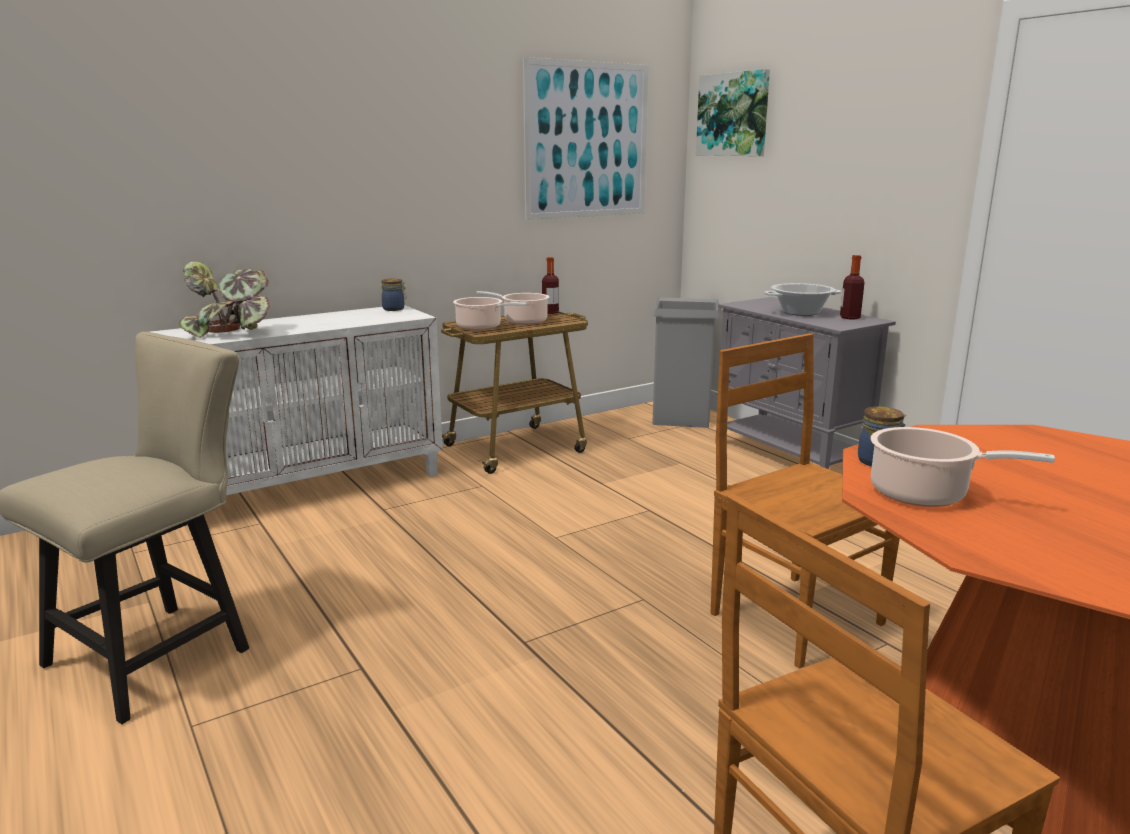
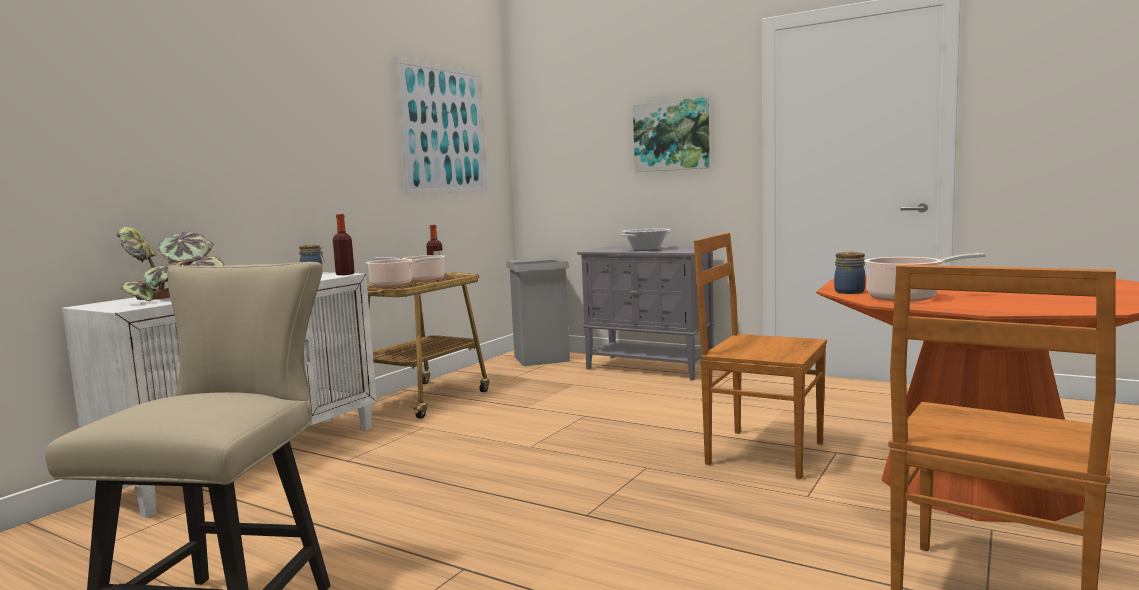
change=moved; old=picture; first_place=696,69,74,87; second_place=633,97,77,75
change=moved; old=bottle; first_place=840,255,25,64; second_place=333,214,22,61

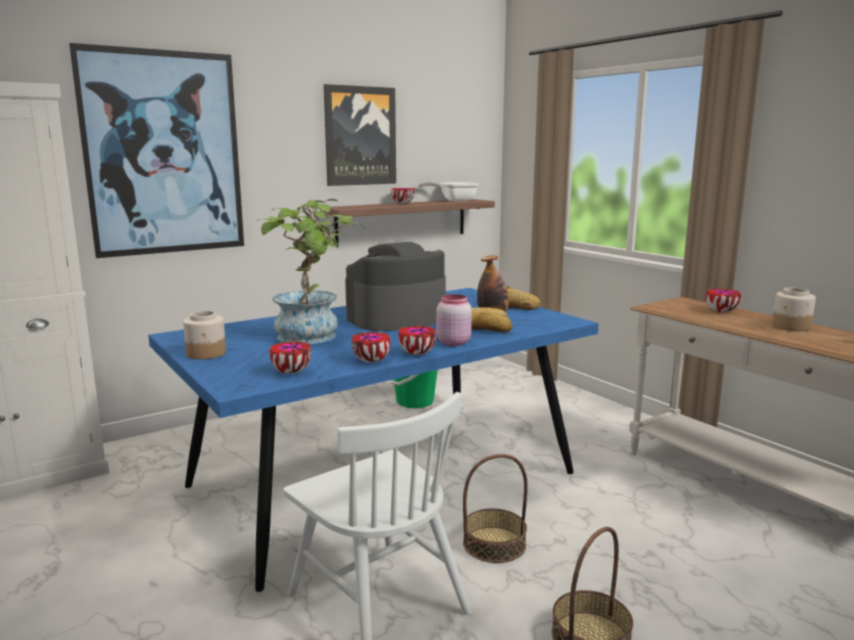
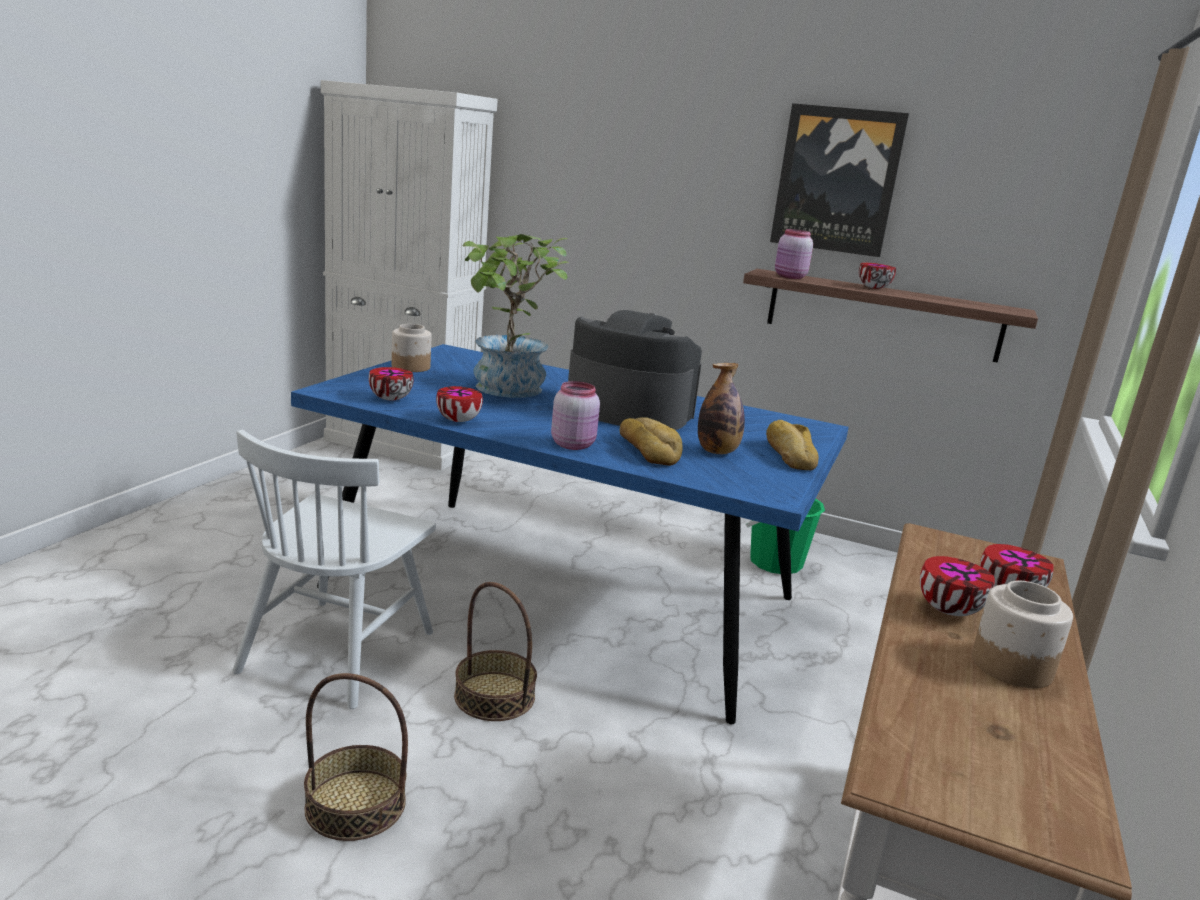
change=removed; old=picture; first_place=69,43,175,215
change=removed; old=frying pan; first_place=418,182,61,20
change=moved; old=bowl; first_place=398,326,38,29; second_place=920,556,75,60
change=added; new=jar (pink); second_place=775,229,38,50

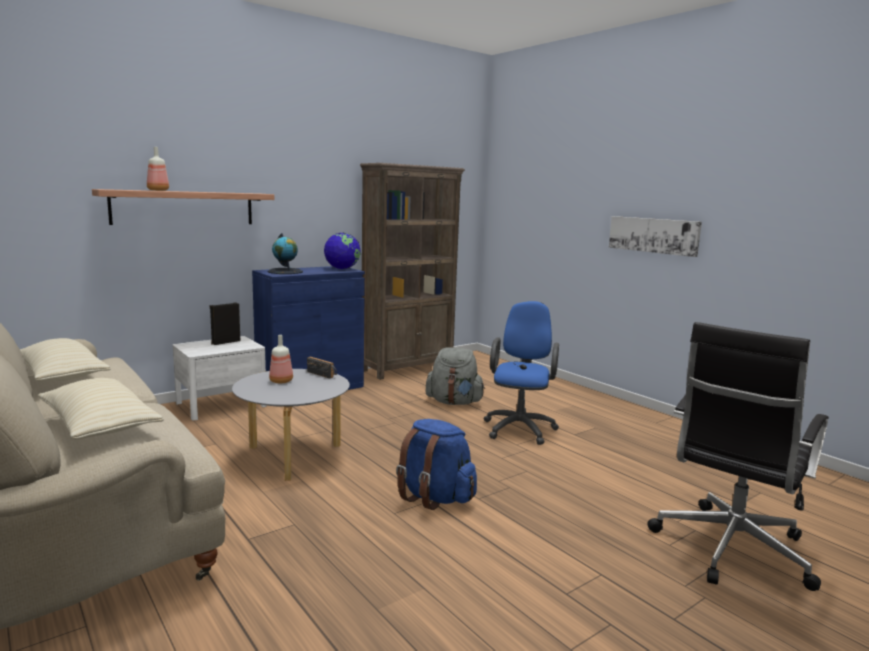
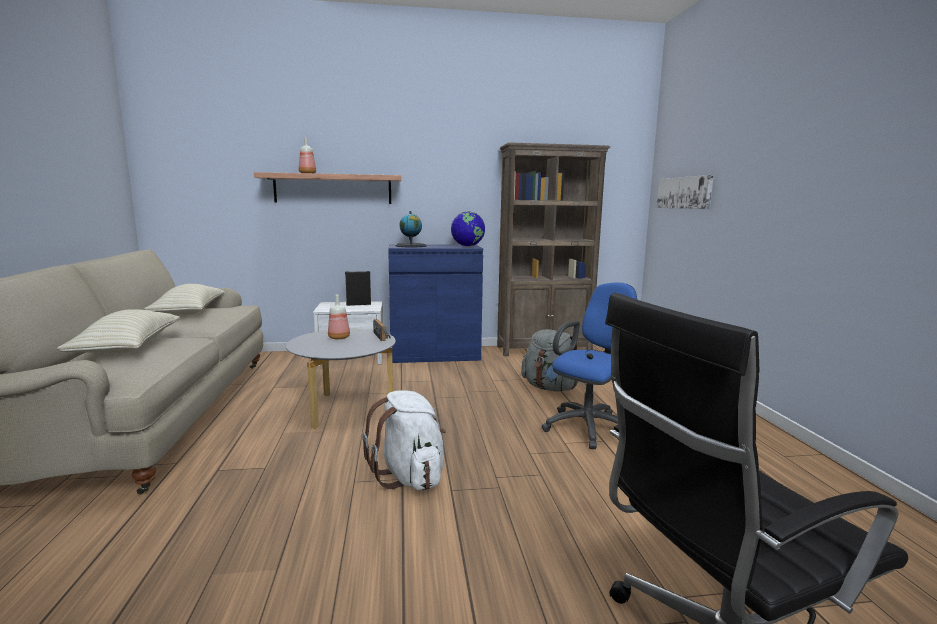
change=moved; old=picture; first_place=609,216,93,41; second_place=657,175,57,34
change=recoloured; old=backpack (blue); new=backpack (white); first_place=396,419,81,91; second_place=363,390,83,100

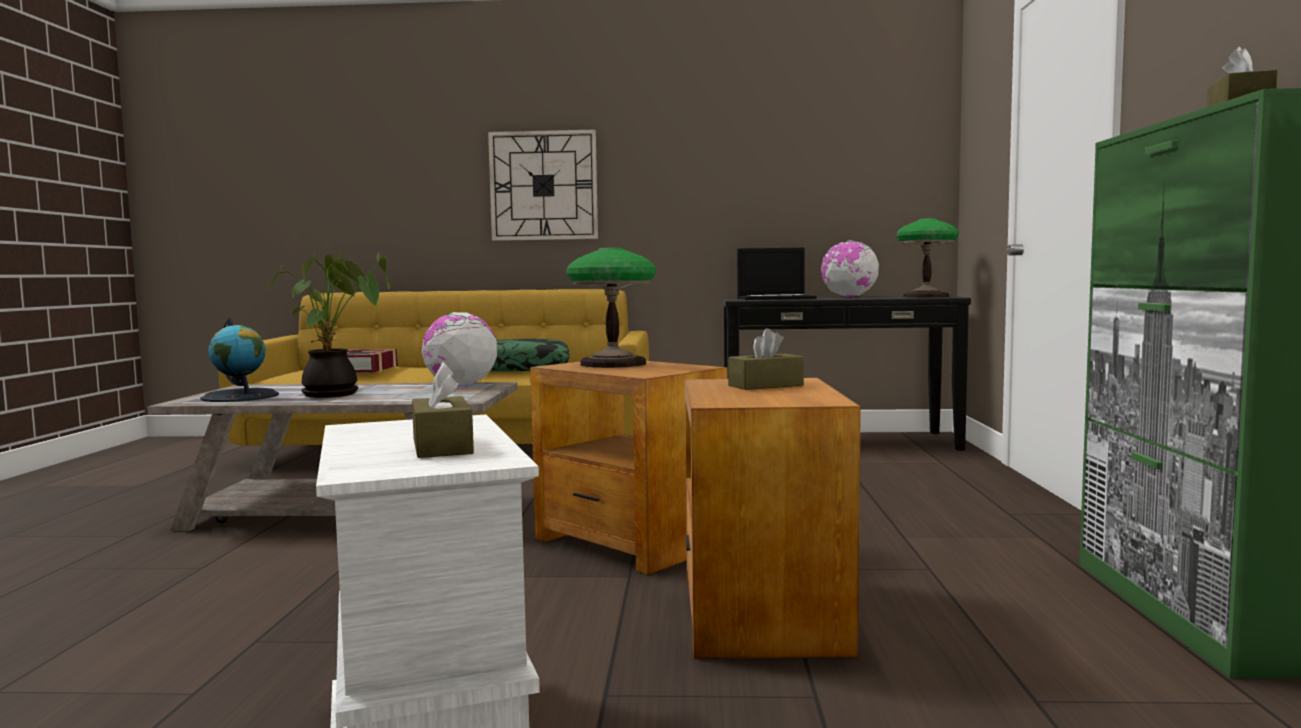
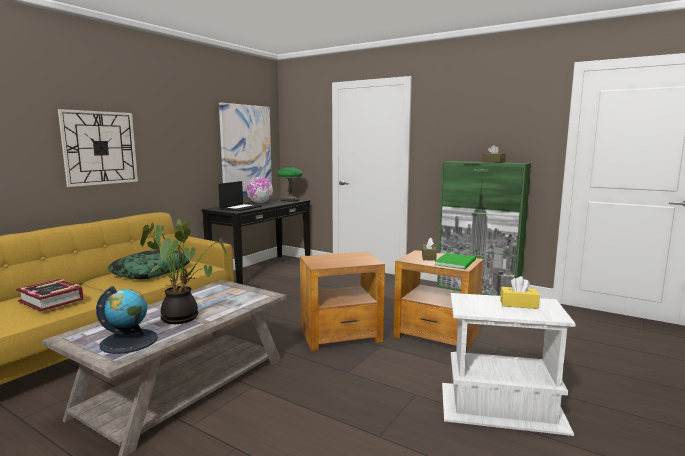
change=removed; old=table lamp; first_place=566,248,90,120
change=removed; old=globe; first_place=422,312,75,74
change=recoloured; old=tissue box (brown); new=tissue box (yellow); first_place=412,362,62,96; second_place=500,276,40,33
change=added; new=picture; second_place=219,103,53,92
change=added; new=book (green); second_place=435,253,41,16

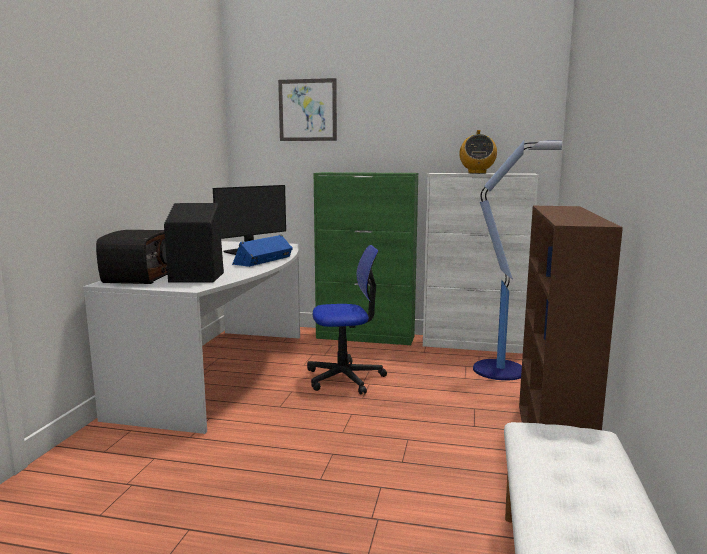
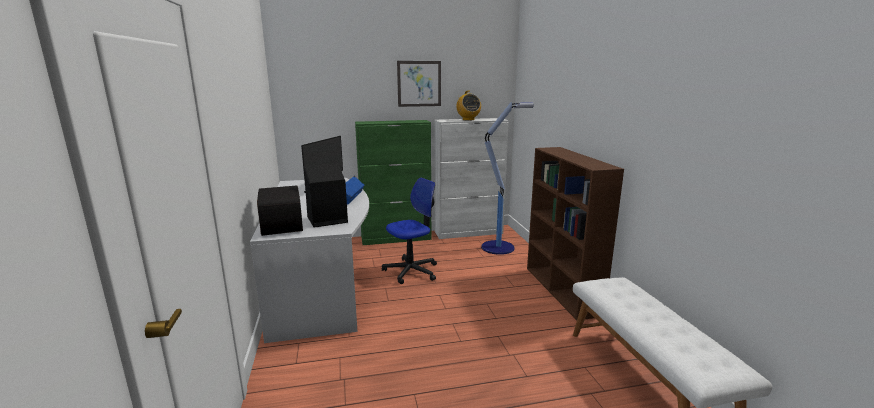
change=moved; old=picture; first_place=278,78,59,63; second_place=397,61,44,46

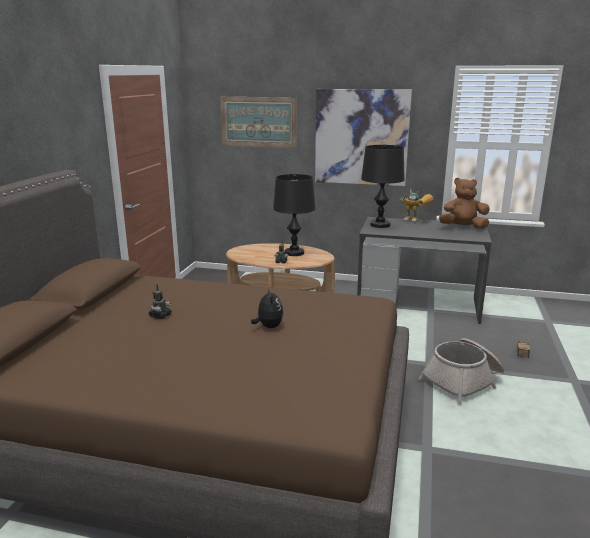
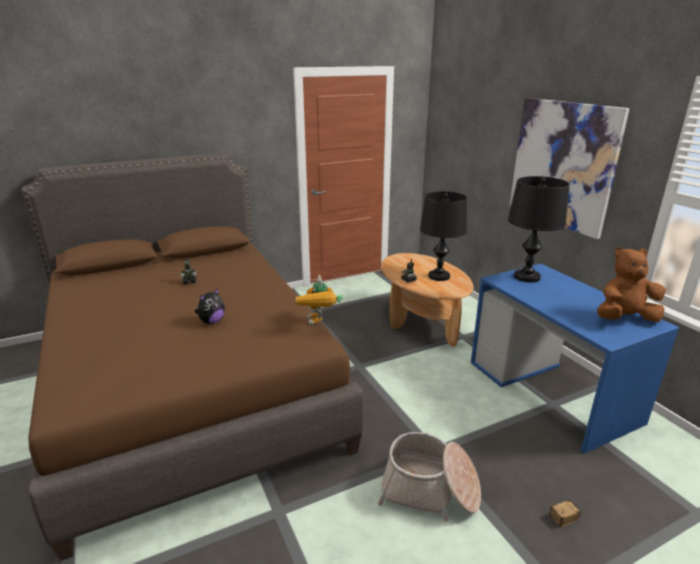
change=removed; old=picture; first_place=220,97,77,51
change=turned; old=plush toy (brown); first_place=439,178,51,51; second_place=597,247,69,75; degrees=-60
change=moved; old=toy robot; first_place=400,189,33,34; second_place=296,275,47,51
change=recoloured; old=desk (grey); new=desk (blue); first_place=357,217,135,107; second_place=471,264,208,190

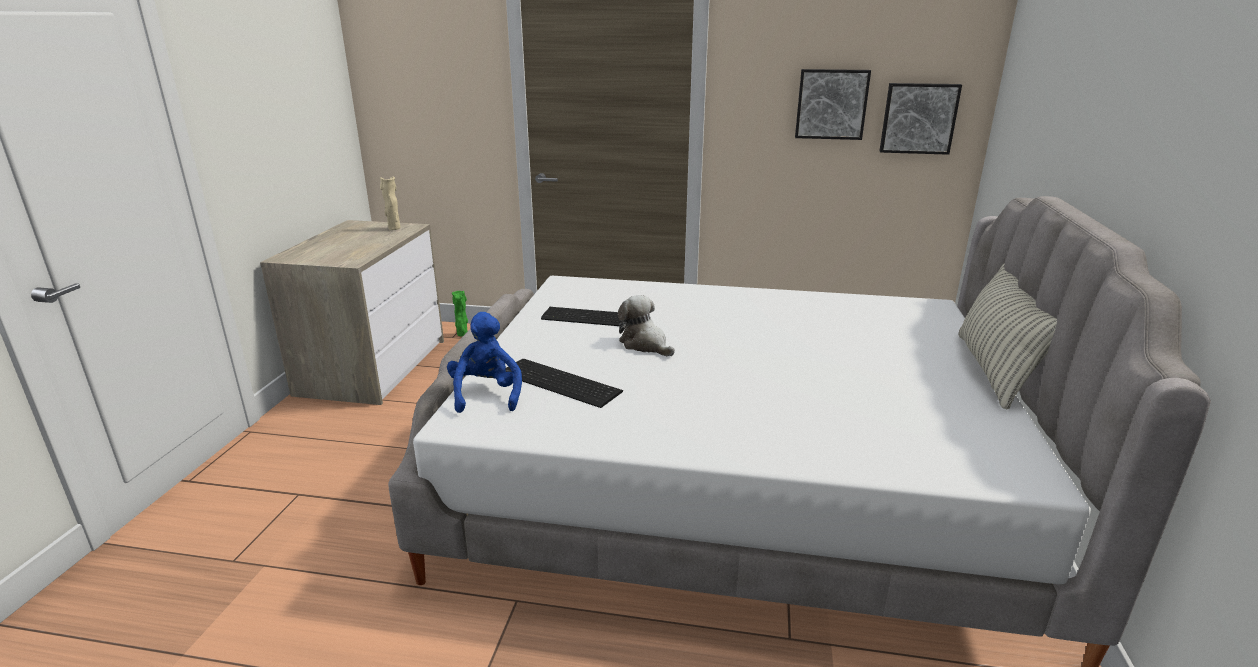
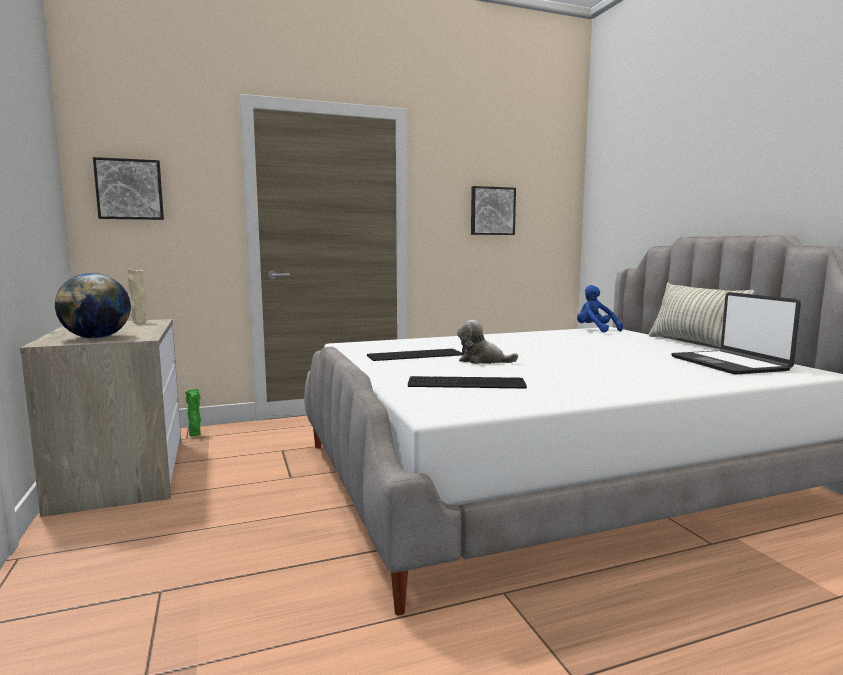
change=moved; old=picture; first_place=880,83,82,72; second_place=93,157,71,63
change=moved; old=plush toy (blue); first_place=447,312,75,101; second_place=577,285,46,48
change=added; new=globe; second_place=55,273,76,66
change=added; new=laptop; second_place=671,292,130,83

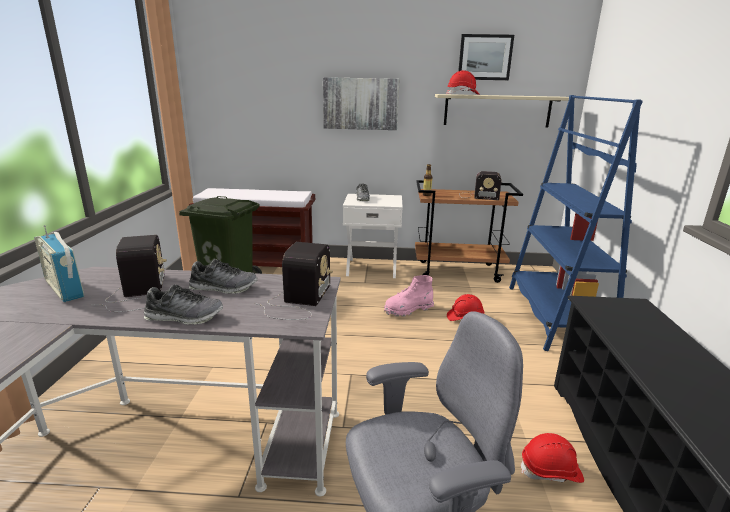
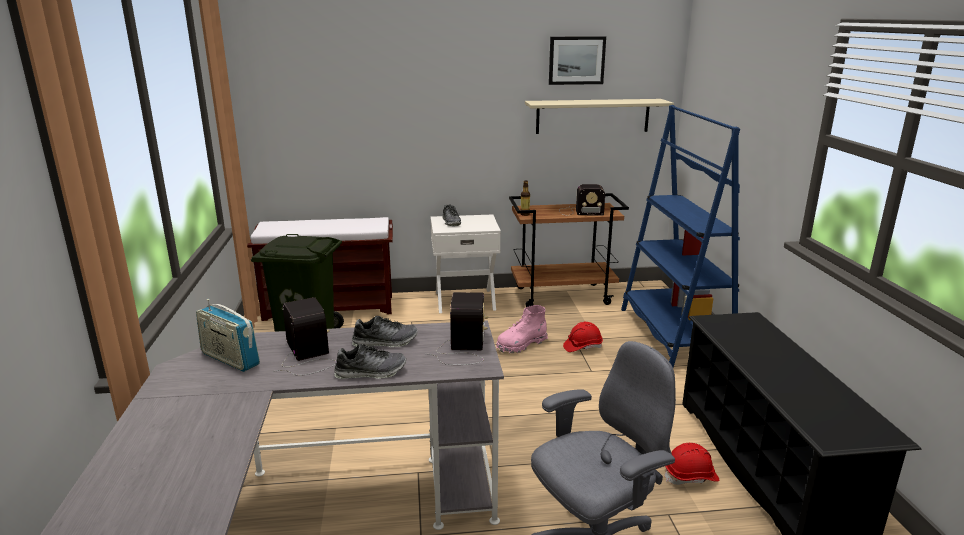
change=removed; old=hard hat (red); first_place=447,70,33,25
change=removed; old=picture; first_place=323,77,77,53

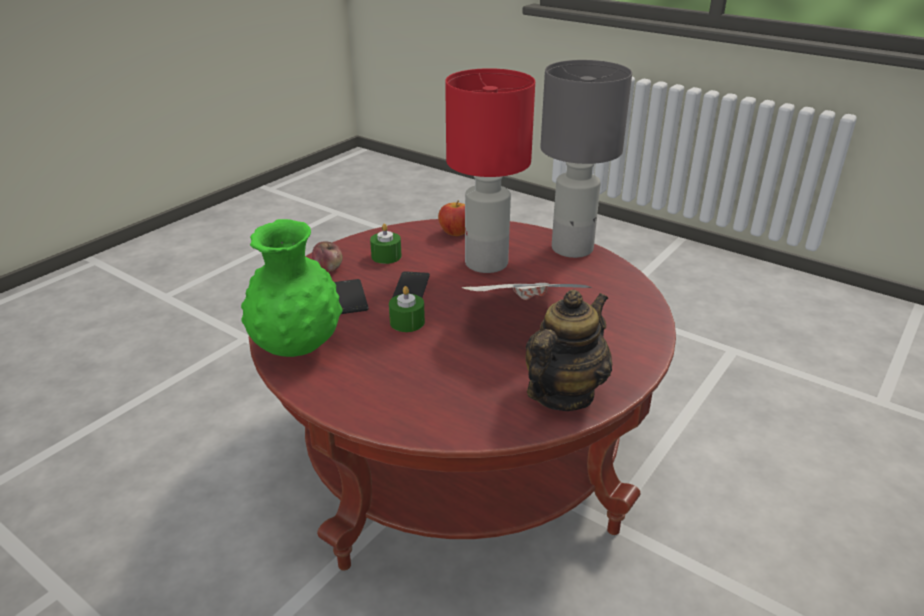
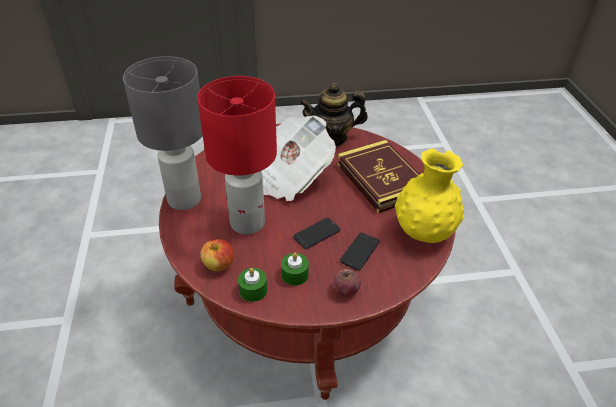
change=recoloured; old=vase (green); new=vase (yellow); first_place=241,219,102,138; second_place=395,148,69,95
change=moved; old=candle (green); first_place=389,286,36,46; second_place=238,268,29,34
change=added; new=book; second_place=337,140,83,73

